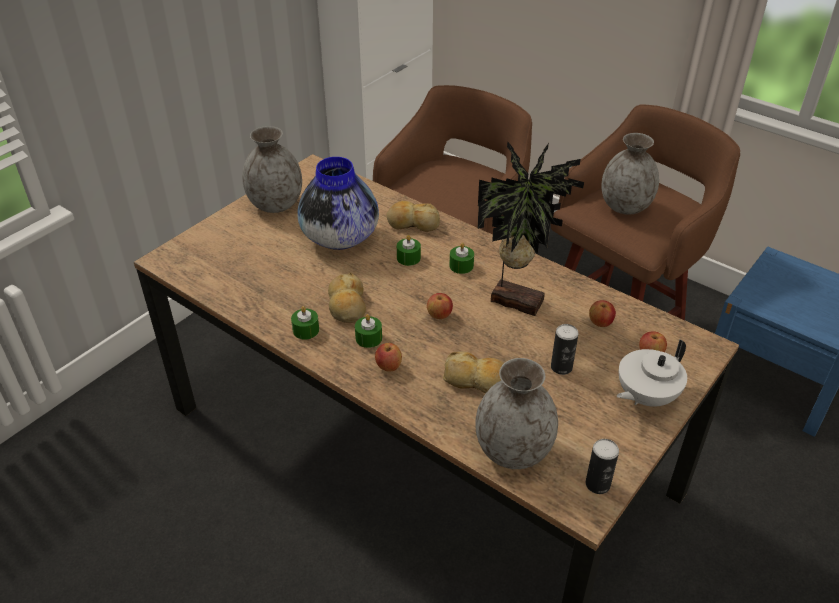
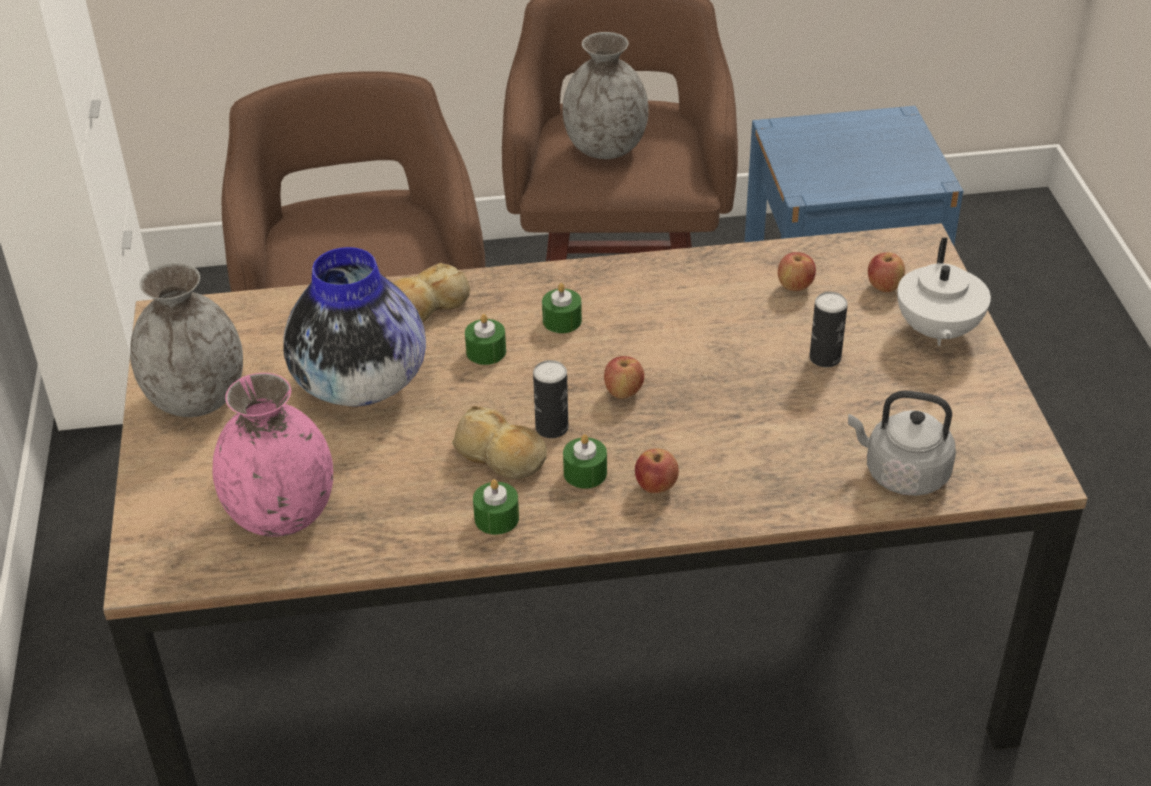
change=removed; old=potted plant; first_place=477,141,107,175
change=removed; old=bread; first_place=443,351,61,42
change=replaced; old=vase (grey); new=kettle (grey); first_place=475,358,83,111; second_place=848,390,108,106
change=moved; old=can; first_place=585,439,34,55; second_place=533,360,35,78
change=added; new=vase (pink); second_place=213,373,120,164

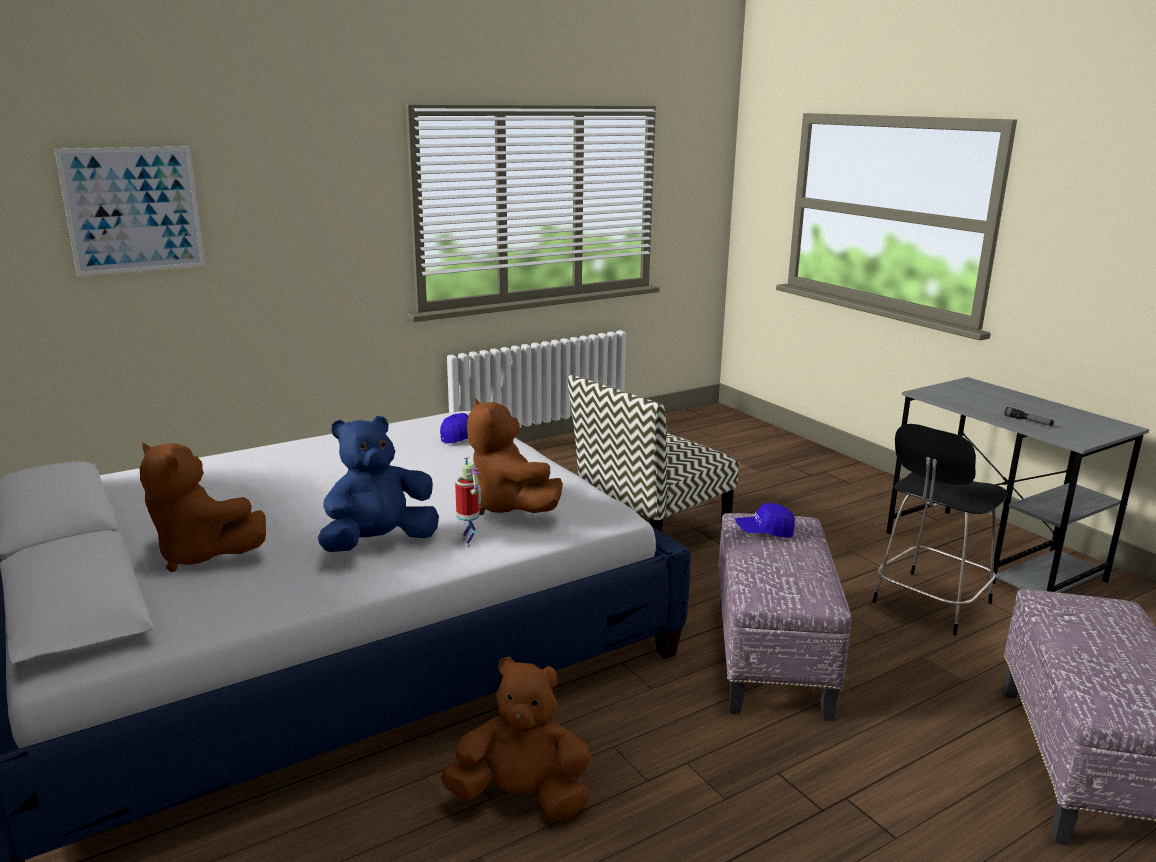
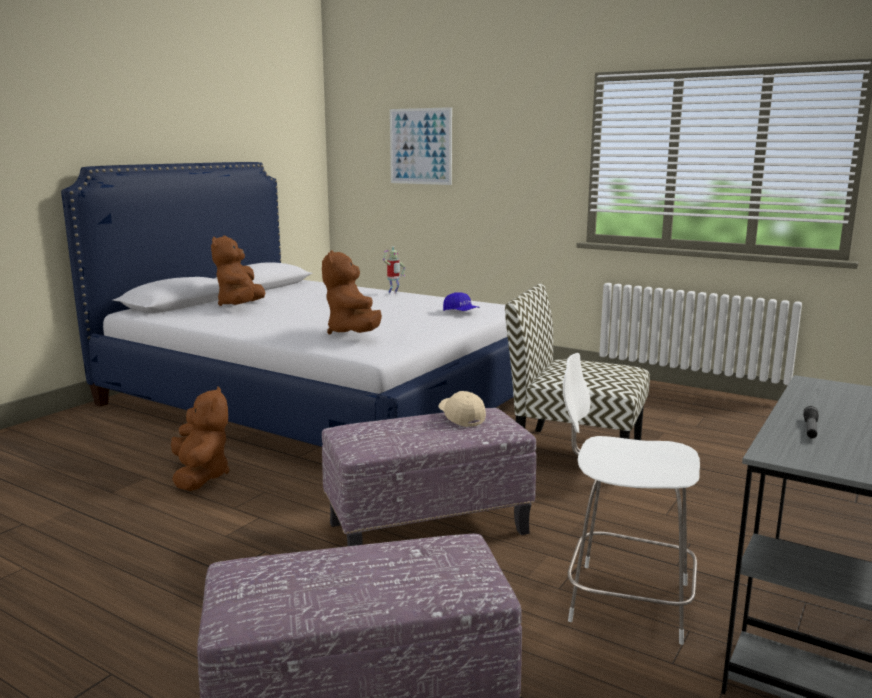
change=turned; old=plush toy (brown); first_place=467,398,96,117; second_place=322,250,60,85; degrees=-45
change=removed; old=plush toy (blue); first_place=318,416,121,136
change=recoloured; old=stool (black); new=stool (white); first_place=872,424,136,212; second_place=563,353,137,292
change=moved; old=toy robot; first_place=455,455,26,92; second_place=383,246,22,49
change=recoloured; old=cap (blue); new=cap (beige); first_place=735,503,60,35; second_place=438,391,48,36

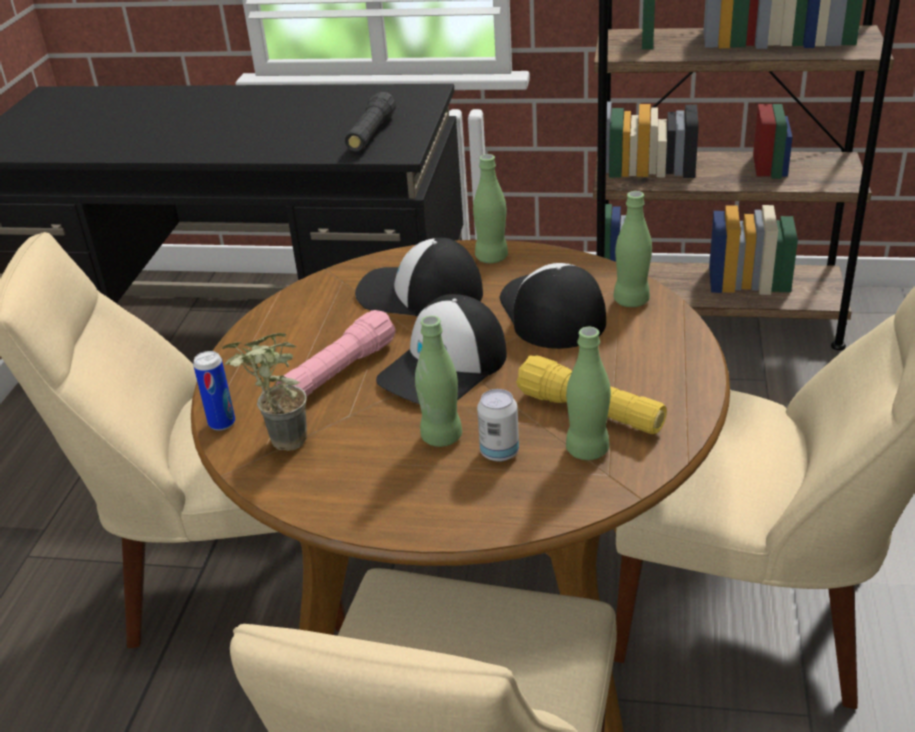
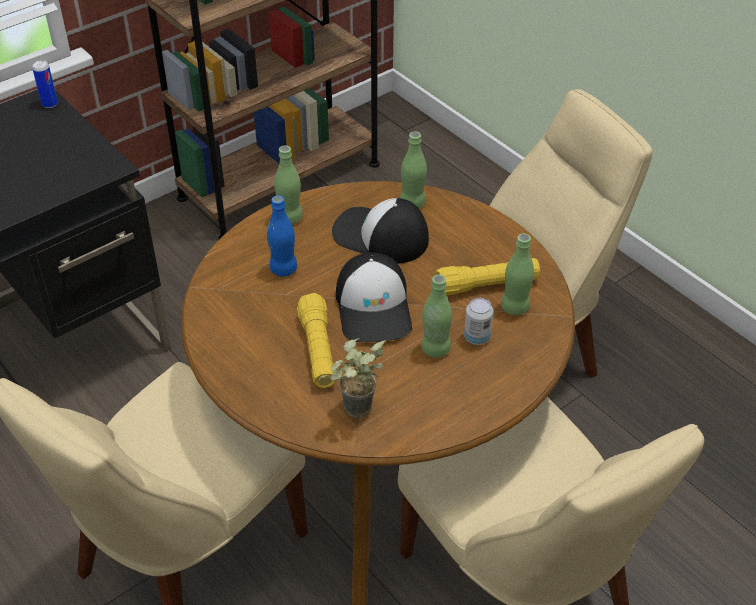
change=removed; old=flashlight (black); first_place=345,92,51,60
change=replaced; old=cap; new=bottle (blue); first_place=355,238,128,79; second_place=267,195,30,82
change=recoloured; old=flashlight (pink); new=flashlight (yellow); first_place=276,310,120,87; second_place=297,293,38,95
change=moved; old=can; first_place=193,351,42,80; second_place=32,60,26,48

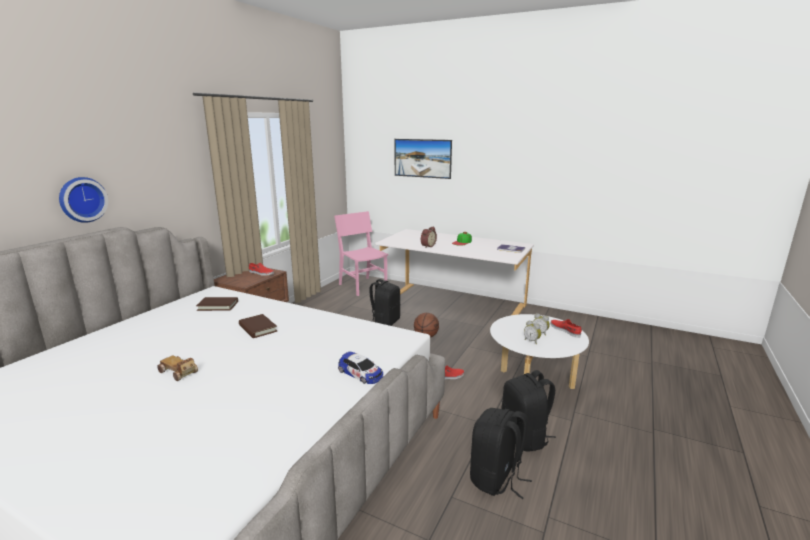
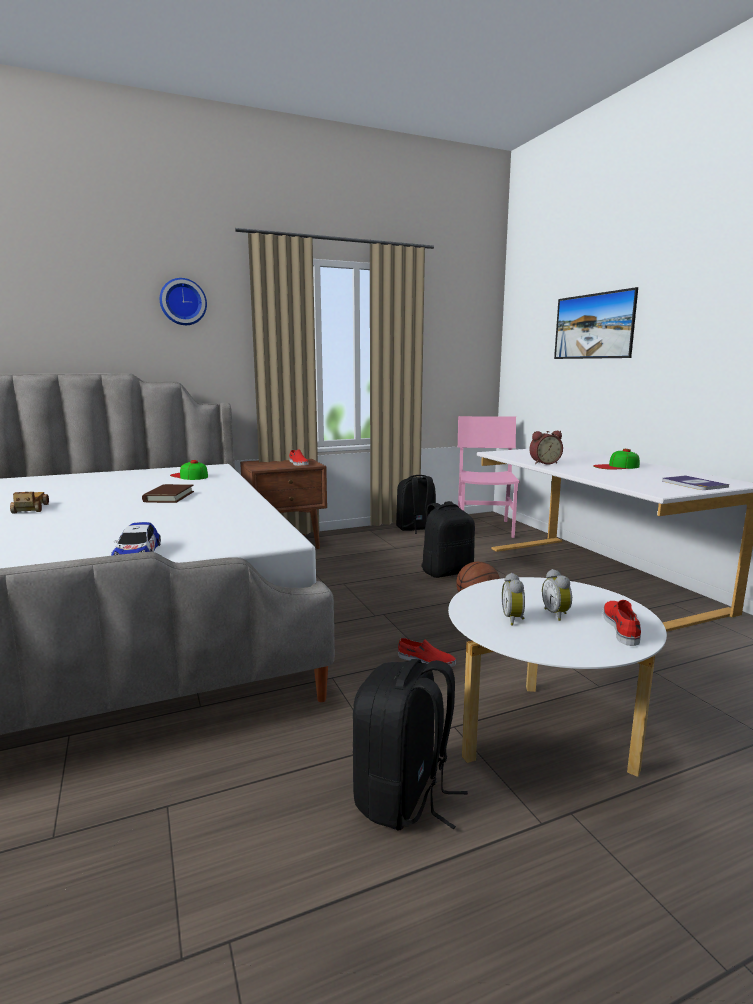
change=moved; old=wall clock; first_place=59,177,49,46; second_place=160,278,47,47
change=replaced; old=book (brown); new=cap; first_place=196,297,42,14; second_place=170,460,38,20
change=moved; old=backpack (black); first_place=470,408,62,91; second_place=396,475,40,59

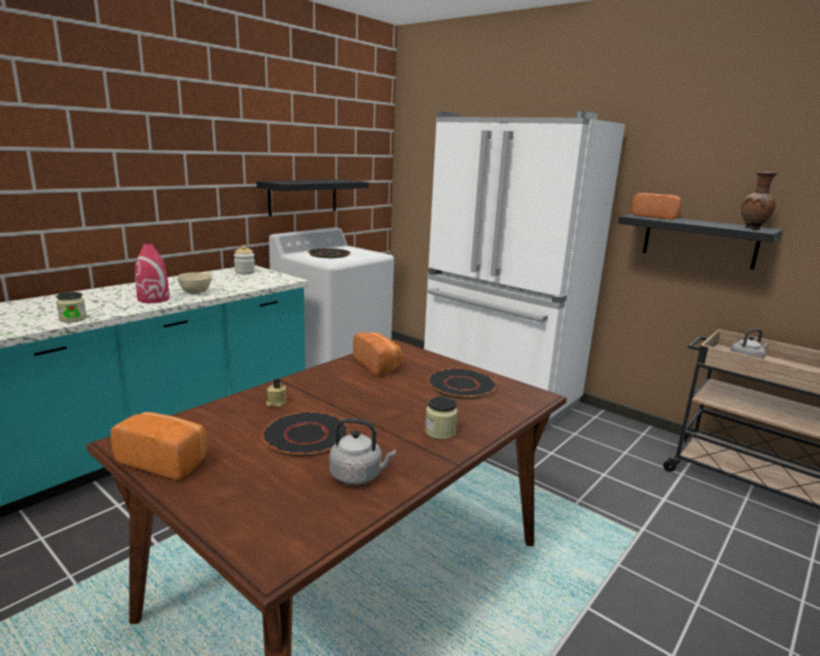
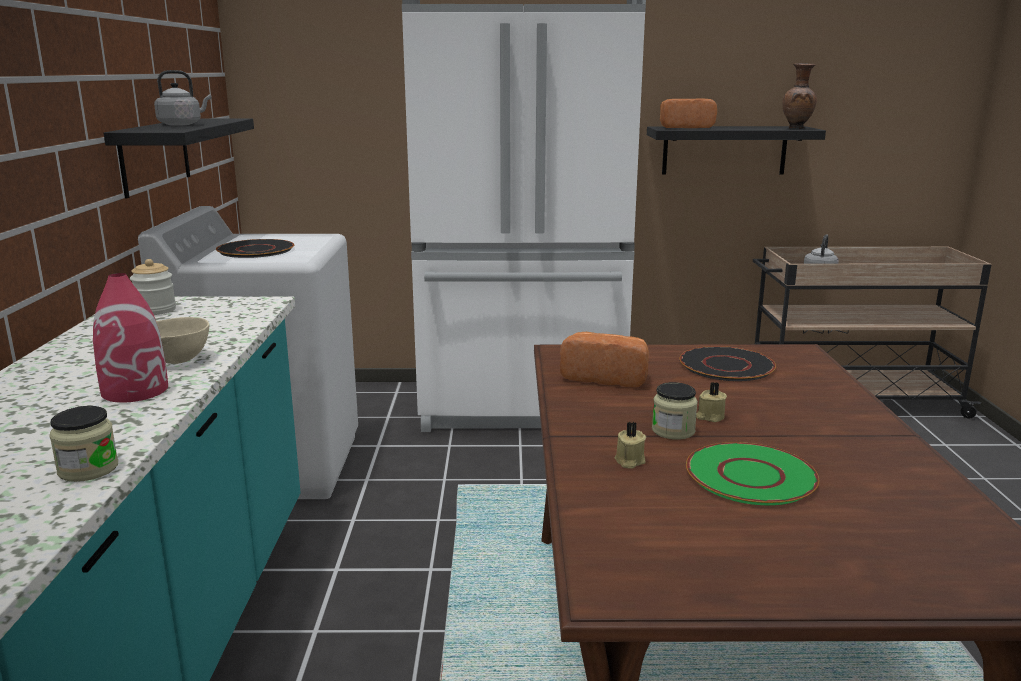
change=moved; old=jar; first_place=425,396,33,44; second_place=652,382,46,58
change=recoloured; old=plate (black); new=plate (green); first_place=262,411,88,45; second_place=686,442,133,63
change=removed; old=bread; first_place=111,412,96,68
change=moved; old=kettle (grey); first_place=329,418,67,67; second_place=154,70,57,56
change=added; new=candle (beige); second_place=696,382,31,40

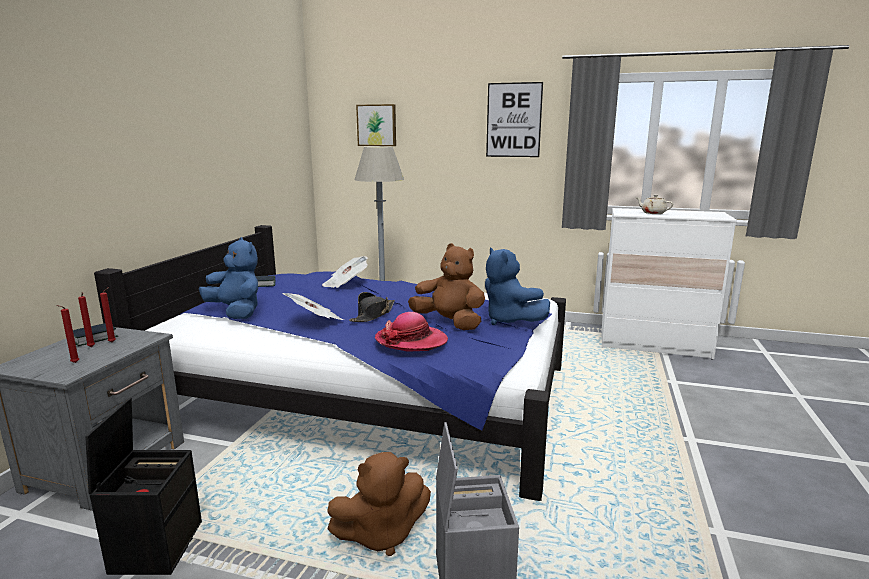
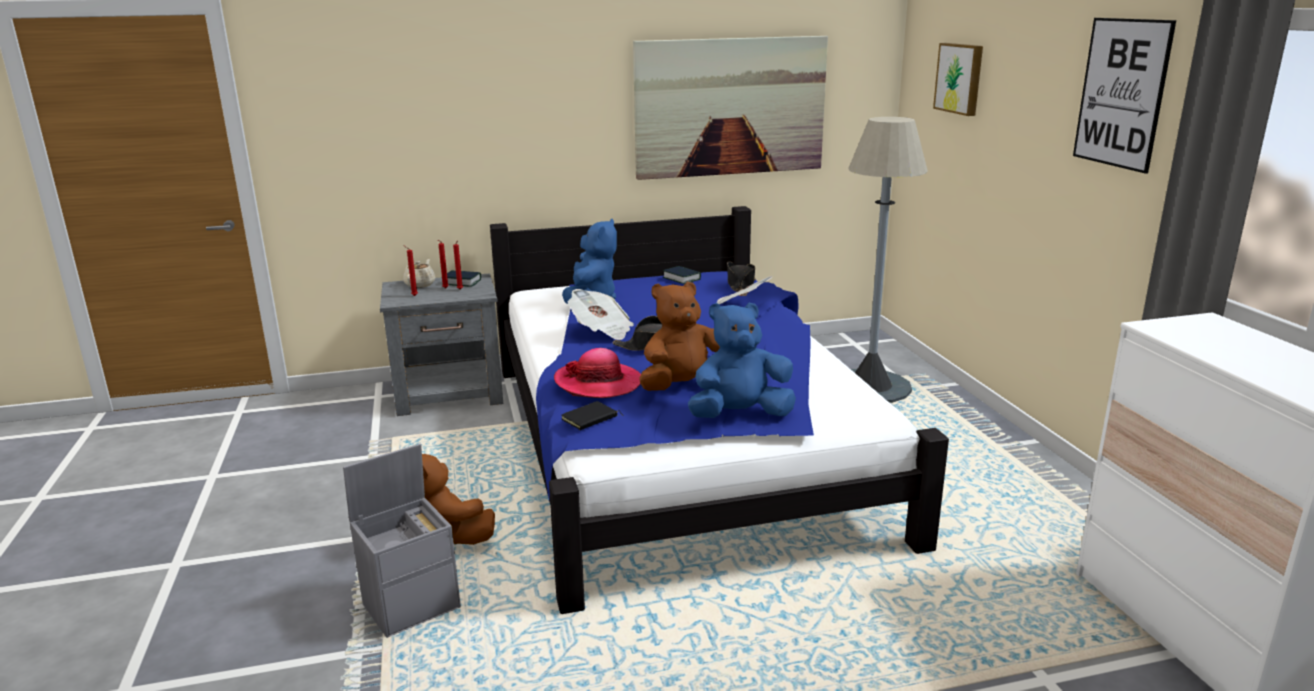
change=moved; old=teapot (beige); first_place=636,195,37,19; second_place=403,259,33,29
change=turned; old=plush toy (brown); first_place=408,243,77,87; second_place=639,282,81,109; degrees=-120
change=turned; old=plush toy (blue); first_place=485,248,65,77; second_place=688,303,108,115; degrees=45
change=removed; old=storage box (black); first_place=85,397,117,178
change=added; new=picture; second_place=633,36,195,144
change=added; new=hat (black); second_place=727,262,28,30
change=added; new=book (black); second_place=561,401,63,29

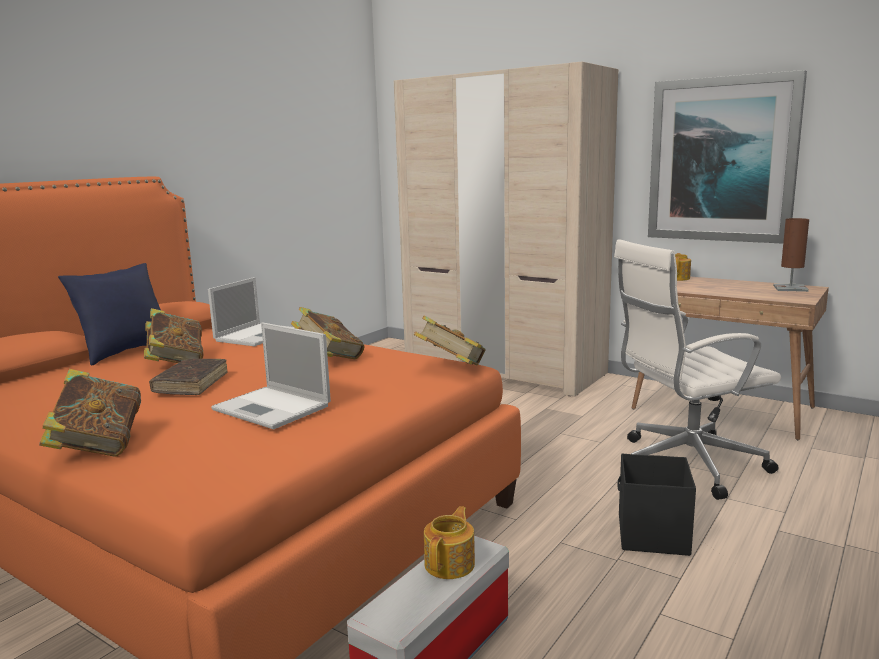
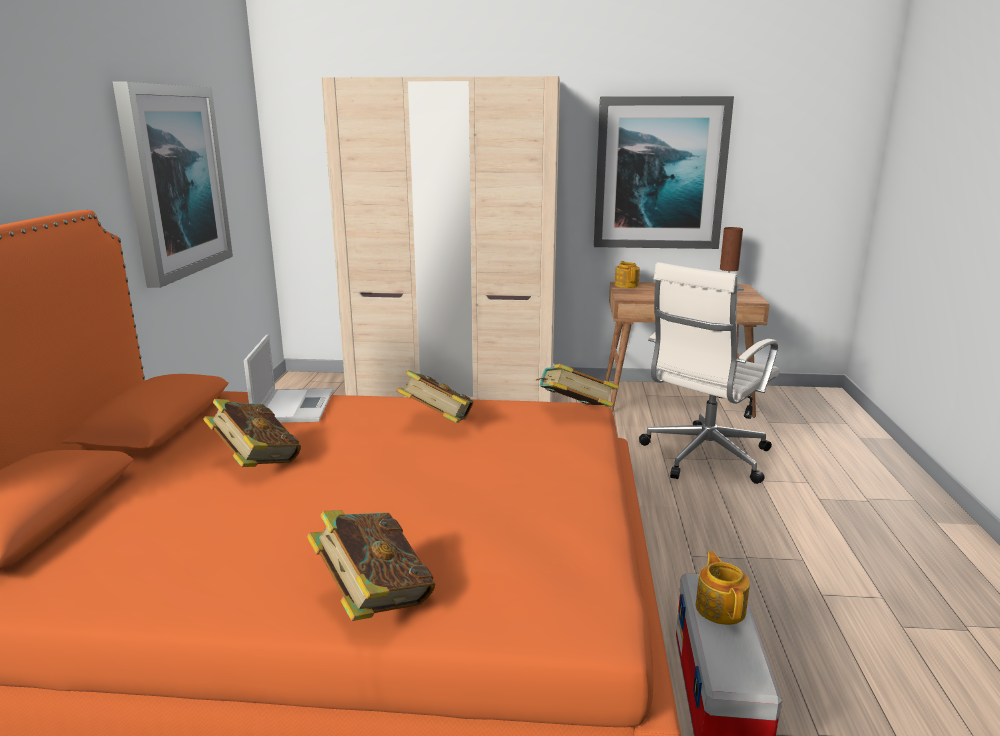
change=removed; old=pillow (blue); first_place=58,263,103,103
change=removed; old=laptop; first_place=211,322,120,108
change=removed; old=book (brown); first_place=149,358,78,37
change=removed; old=storage box (black); first_place=617,454,79,102
change=added; new=picture; second_place=113,82,120,206

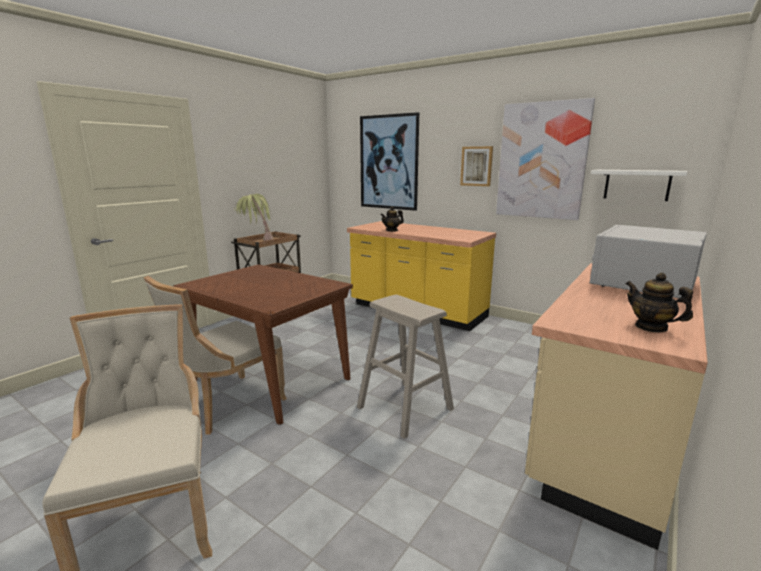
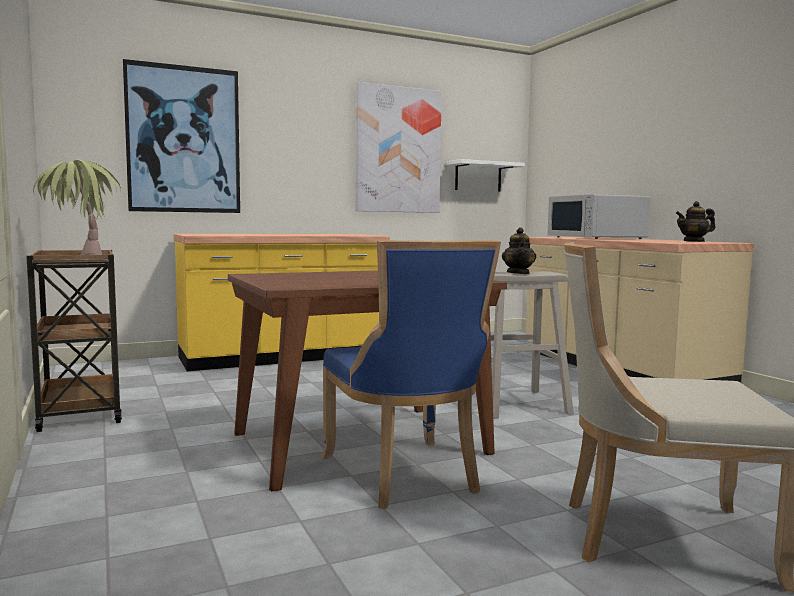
change=removed; old=picture; first_place=460,146,33,40
change=moved; old=teapot; first_place=380,206,24,26; second_place=502,227,34,47
change=recoloured; old=chair (beige); new=chair (blue); first_place=144,276,143,159; second_place=321,240,180,269

